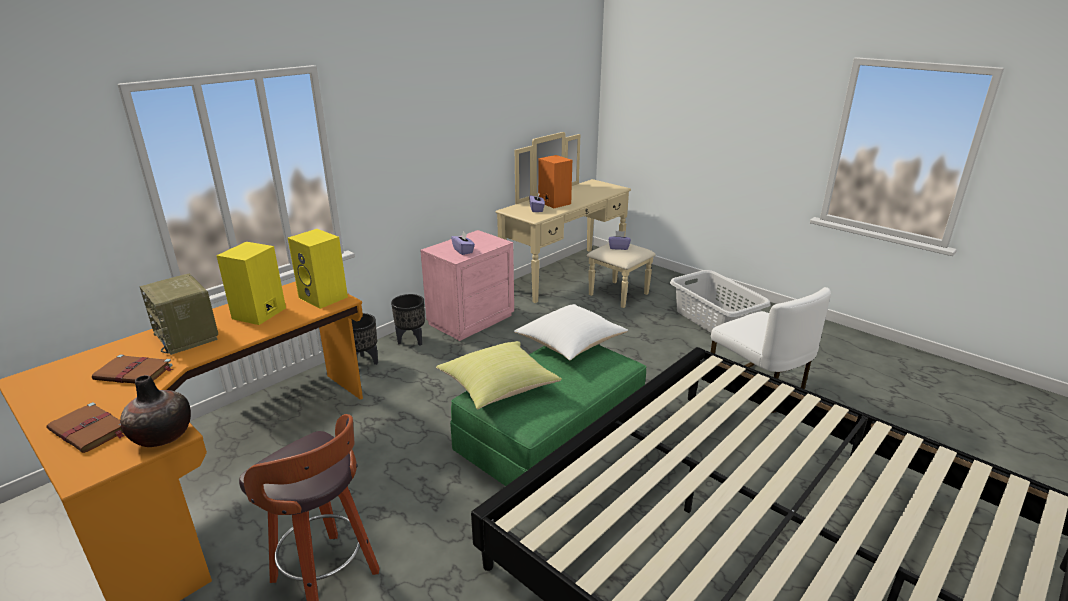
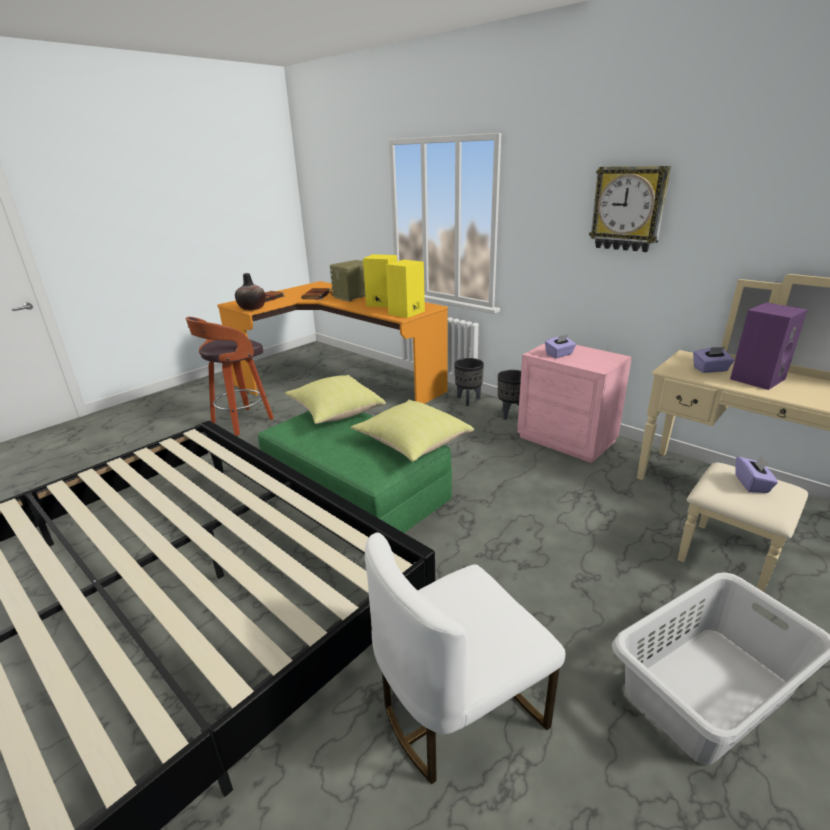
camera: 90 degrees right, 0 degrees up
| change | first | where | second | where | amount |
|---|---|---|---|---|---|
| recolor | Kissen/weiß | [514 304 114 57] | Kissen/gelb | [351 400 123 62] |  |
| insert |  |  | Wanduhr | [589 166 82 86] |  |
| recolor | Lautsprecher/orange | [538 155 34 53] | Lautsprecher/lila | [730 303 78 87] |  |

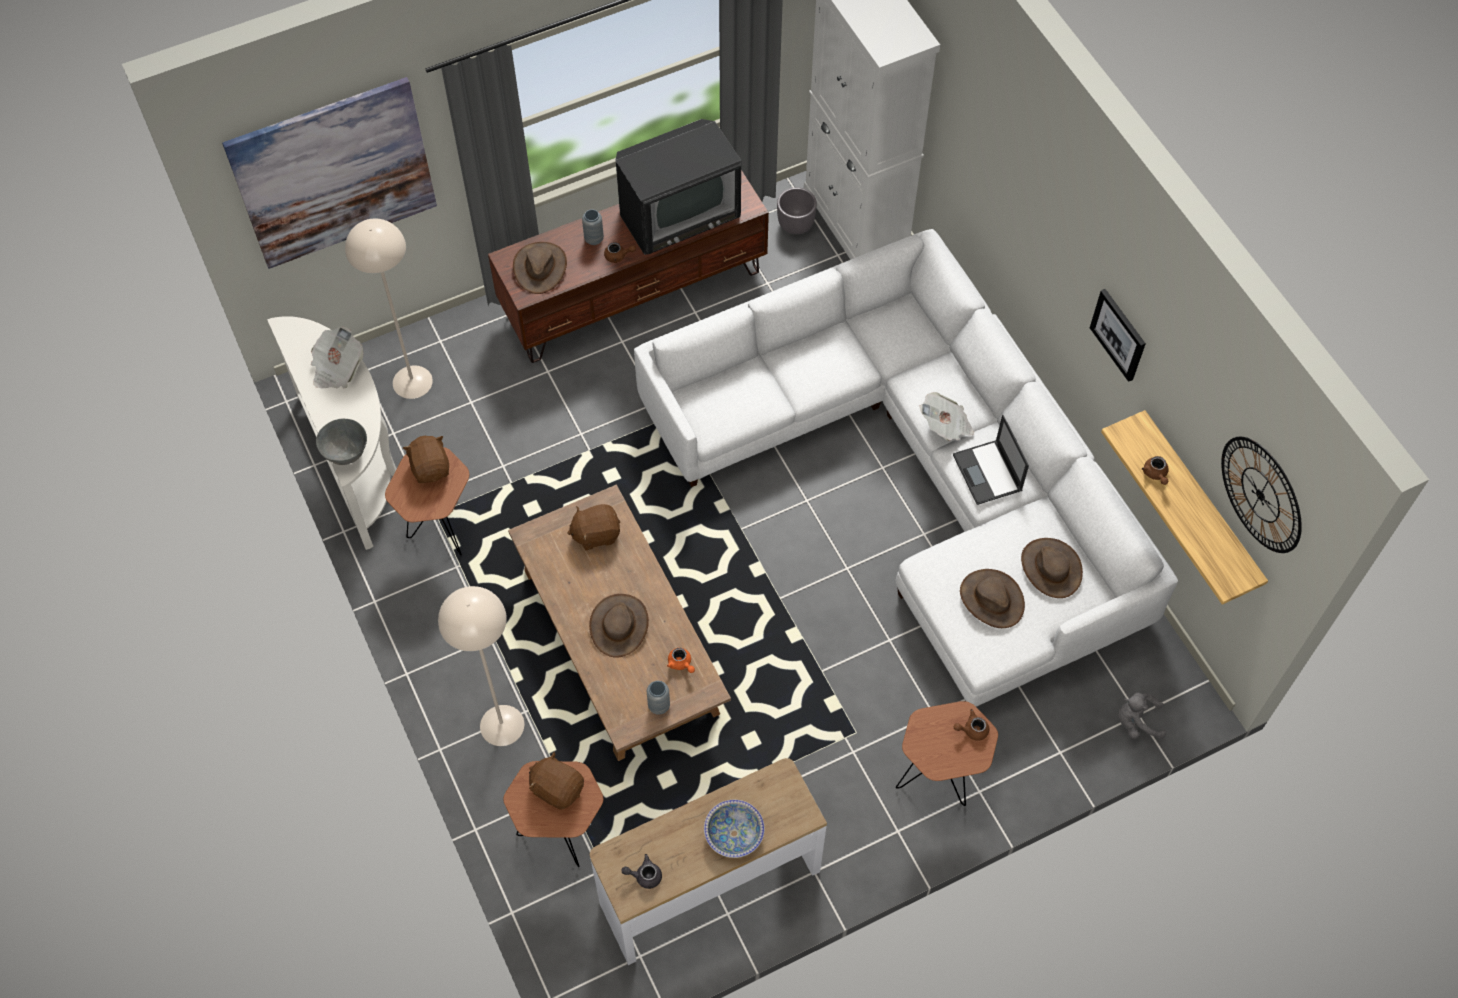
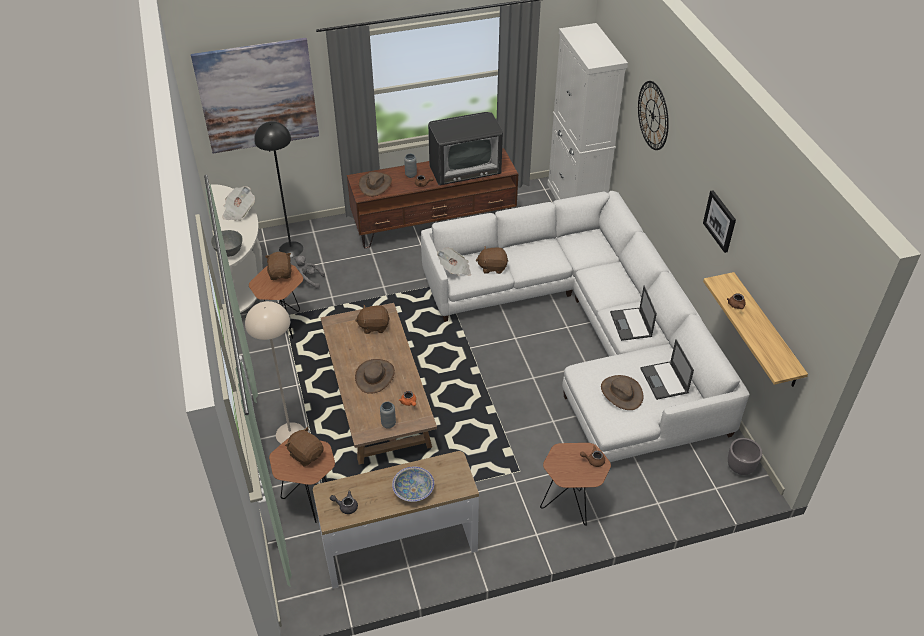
camera: 10 degrees right, 15 degrees down
| change | first | where | second | where | amount |
|---|---|---|---|---|---|
| recolor | Stehlampe/beige | [345 219 88 180] | Stehlampe/schwarz | [254 122 49 135] |  |
| move | Plüschtier/grau | [1118 693 49 46] |  | [294 256 31 33] |  |
| move | Zeitung | [920 392 54 49] |  | [437 248 34 28] |  |
| insert |  |  | Plüschtier/braun | [476 246 32 28] |  |
| move | Wanduhr | [1221 437 81 116] |  | [638 81 31 69] |  |
| replace | Hut/braun | [1021 538 62 60] | Laptop | [640 339 54 61] |  |
| move | Pflanzkübel/grau | [777 187 40 47] |  | [728 438 34 37] |  |

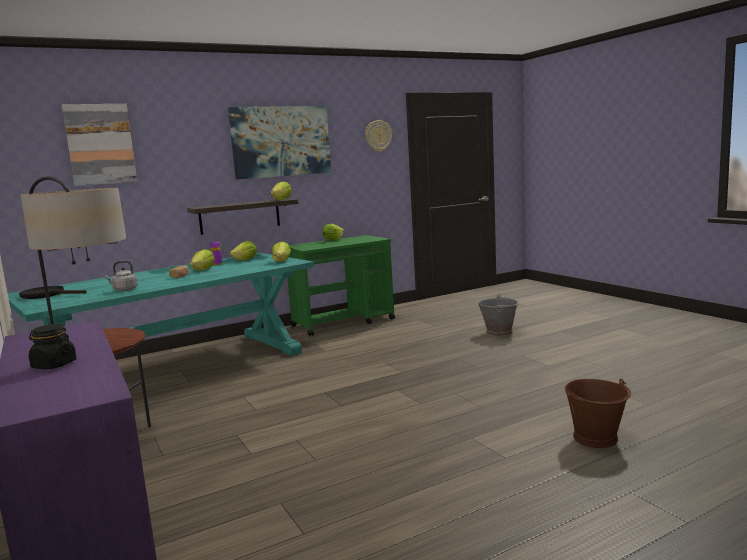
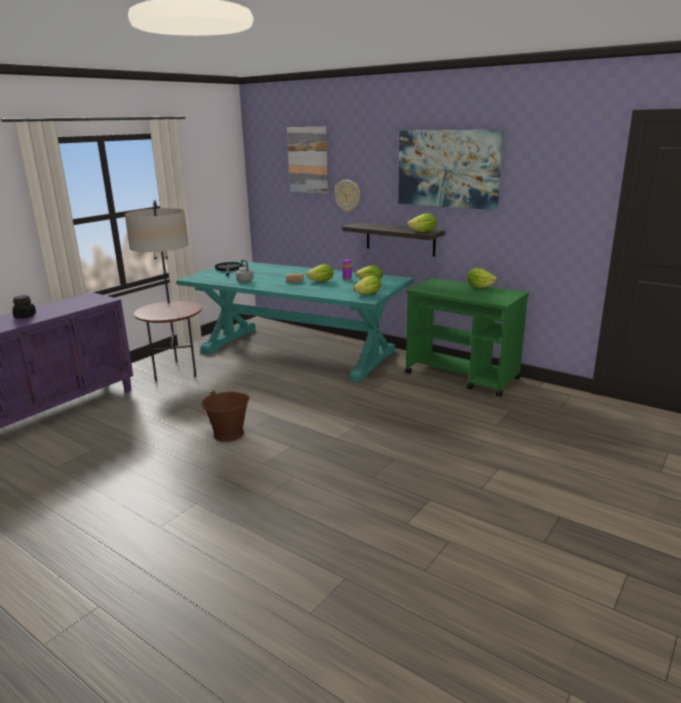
camera: 65 degrees right, 10 degrees up
| change | first | where | second | where | amount |
|---|---|---|---|---|---|
| move | Eimer/braun | [565 379 66 69] |  | [202 390 48 52] |  |
| move | Wanduhr | [365 120 27 32] |  | [334 180 26 32] |  |
| delete | Eimer/grau | [477 294 42 43] |  |  |  |

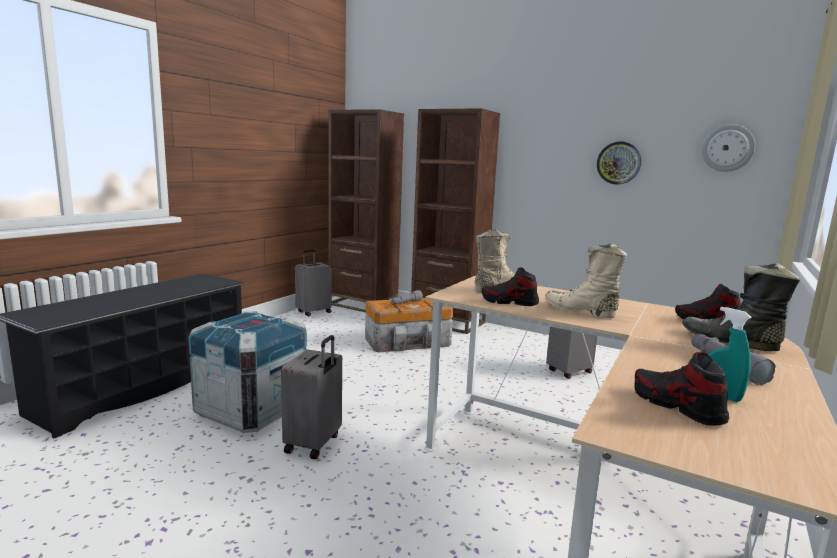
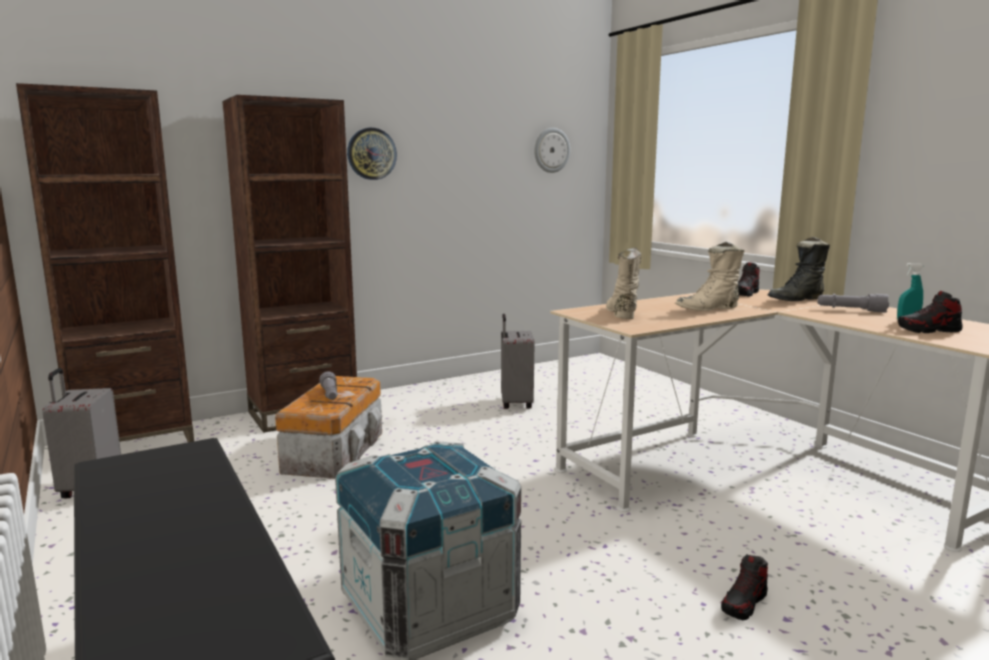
camera: 60 degrees left, 0 degrees up
| change | first | where | second | where | amount |
|---|---|---|---|---|---|
| move | Wanduhr | [597 141 44 43] |  | [347 128 50 52] |  |
| move | Schuh | [482 267 57 39] |  | [721 554 47 66] |  |
| delete | Koffer/grau | [281 335 61 125] |  |  |  |

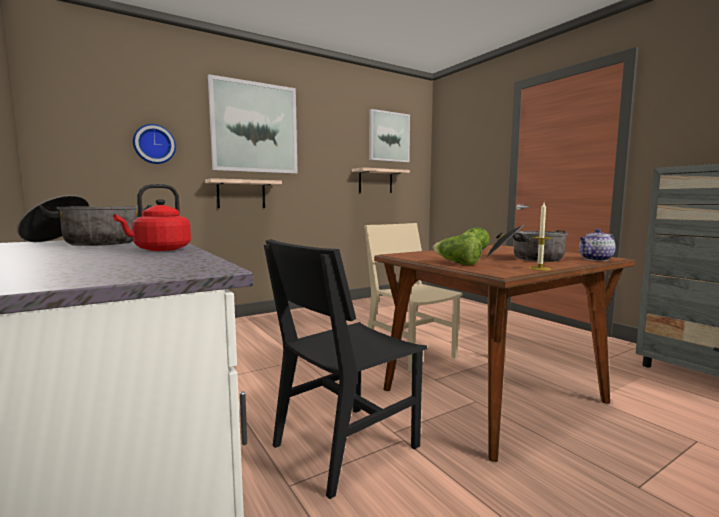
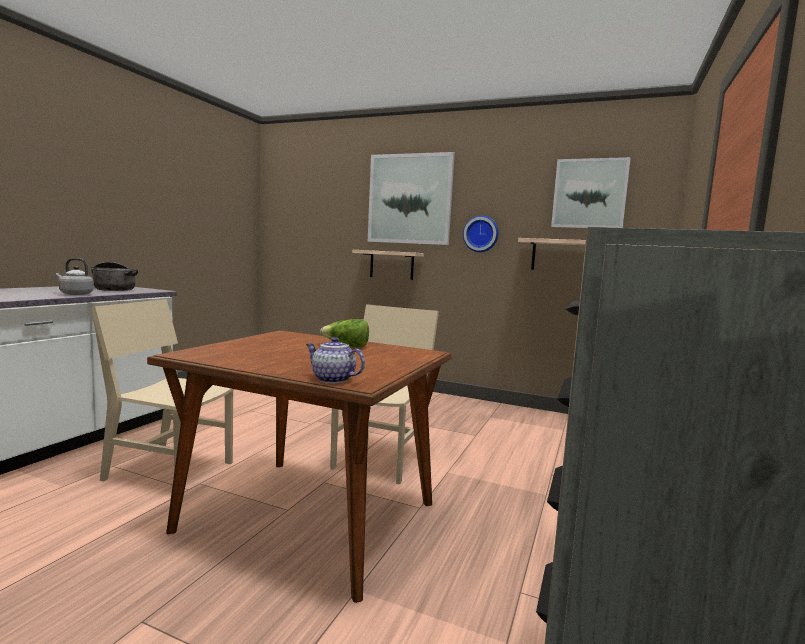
camera: 55 degrees right, 0 degrees up
| change | first | where | second | where | amount |
|---|---|---|---|---|---|
| recolor | Wasserkessel/rot | [113 184 78 67] | Wasserkessel/grau | [56 258 38 37] |  |
| recolor | Stuhl/schwarz | [264 239 163 260] | Stuhl/beige | [91 299 143 183] |  |
| move | Wanduhr | [133 124 43 40] |  | [463 215 36 37] |  |
| delete | Salatkopf | [433 235 49 30] |  |  |  |
| delete | Kochtopf | [487 225 81 37] |  |  |  |
| delete | Kerze | [529 203 22 68] |  |  |  |

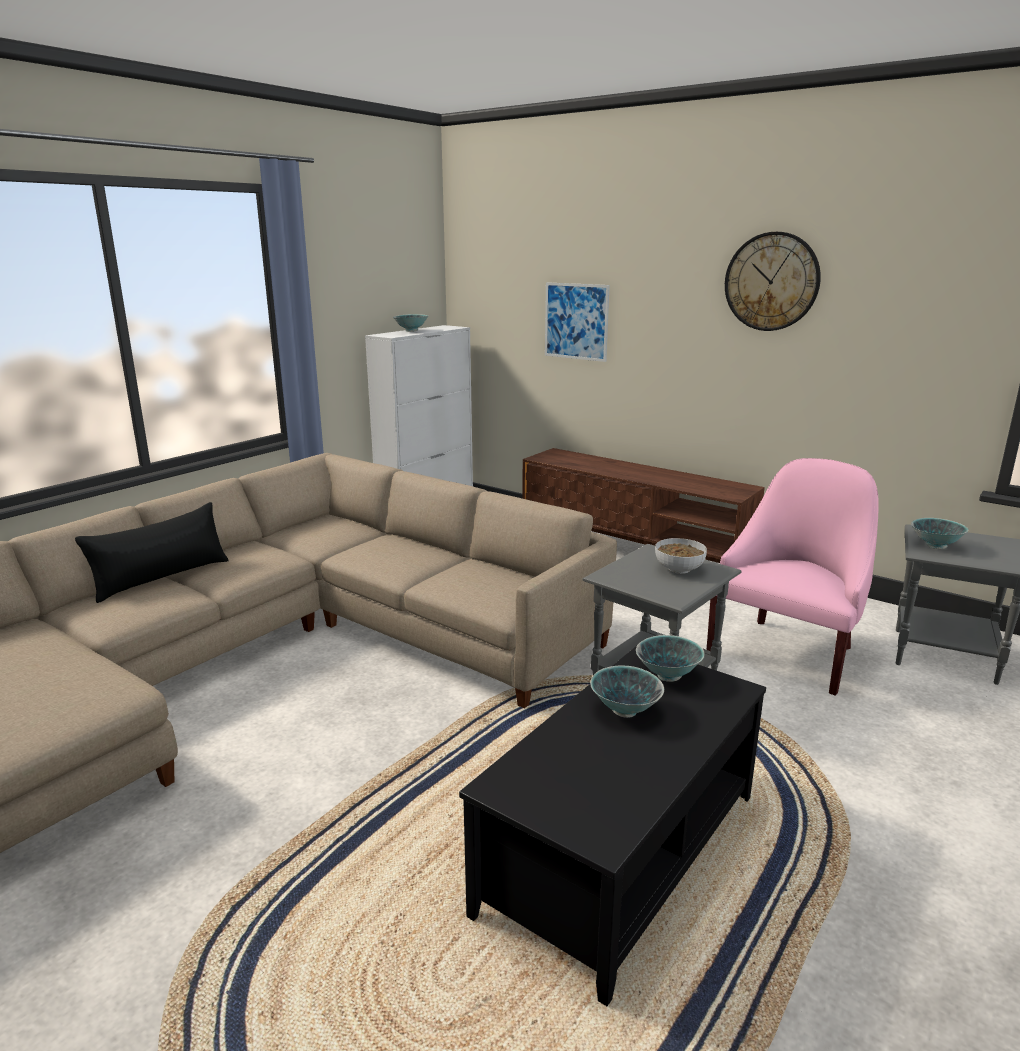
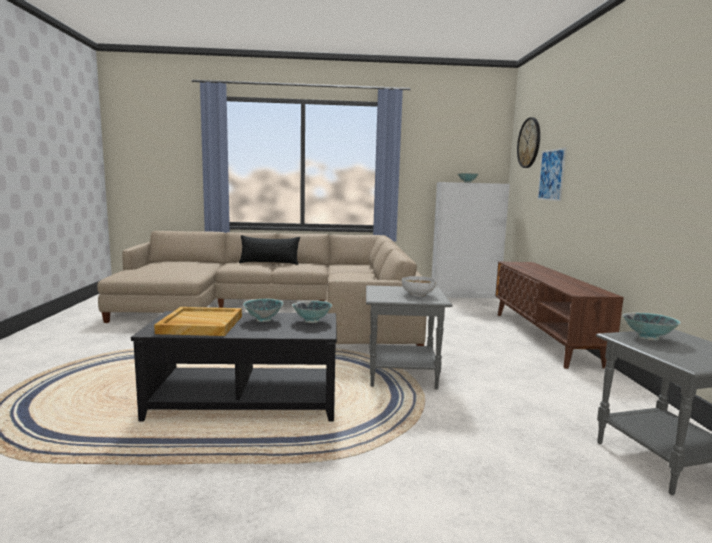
camera: 50 degrees right, 10 degrees down
| change | first | where | second | where | amount |
|---|---|---|---|---|---|
| insert |  |  | Tablett/beige | [154 307 88 29] |  |
| move | Wanduhr | [725 232 96 99] |  | [517 117 23 51] |  |
| delete | Sessel/rosa | [707 458 172 238] |  |  |  |

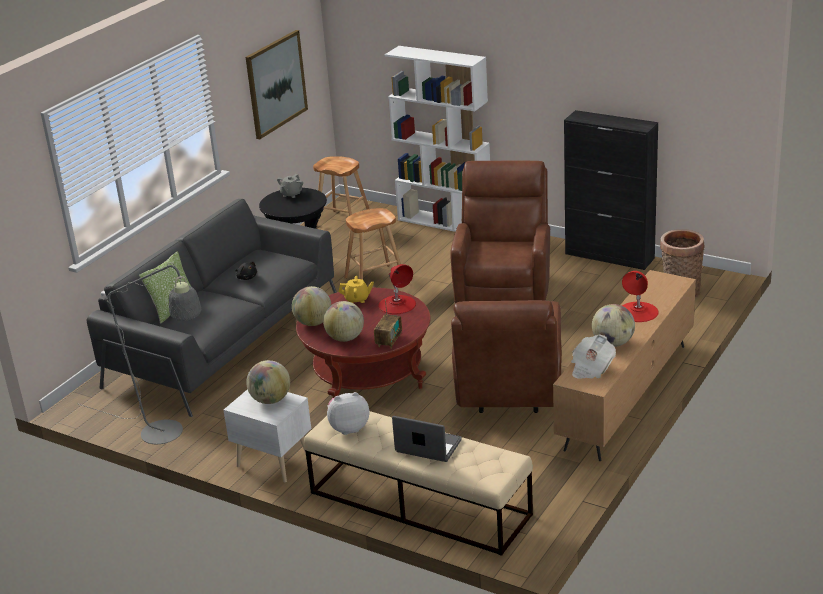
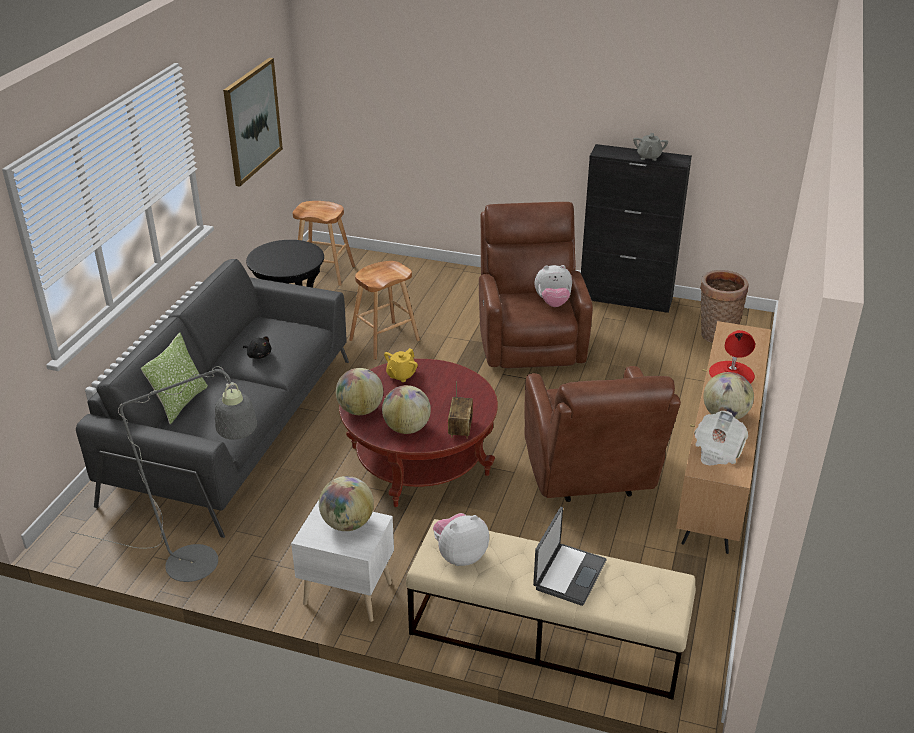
camera: 15 degrees left, 5 degrees up
| change | first | where | second | where | amount |
|---|---|---|---|---|---|
| rotate | Teekanne/gelb | [339 276 35 27] |  | [384 348 34 34] | 135 degrees clockwise |
| rotate | Laptop | [392 416 70 46] |  | [533 507 73 99] | 105 degrees clockwise |
| insert |  |  | Plüschtier | [535 265 37 42] |  |
| move | Teekanne/grau | [277 174 26 24] |  | [633 133 35 28] |  |
| delete | Tischlampe/rot | [378 264 38 50] |  |  |  |
| delete | Bücherregal/weiß | [385 46 105 186] |  |  |  |

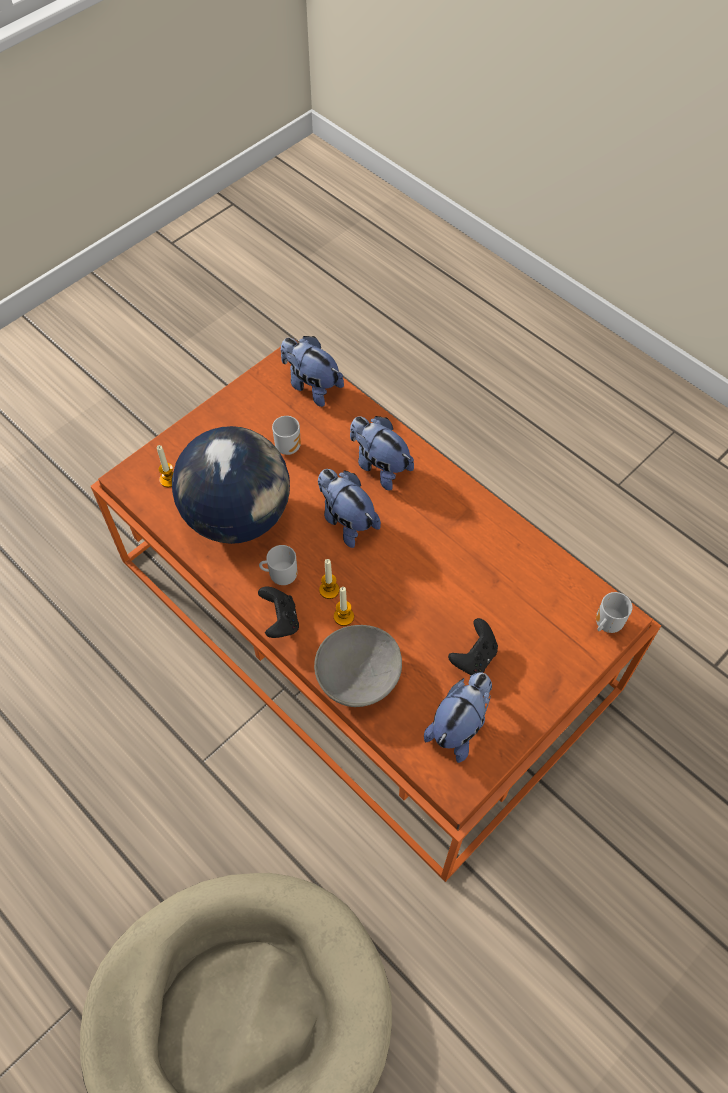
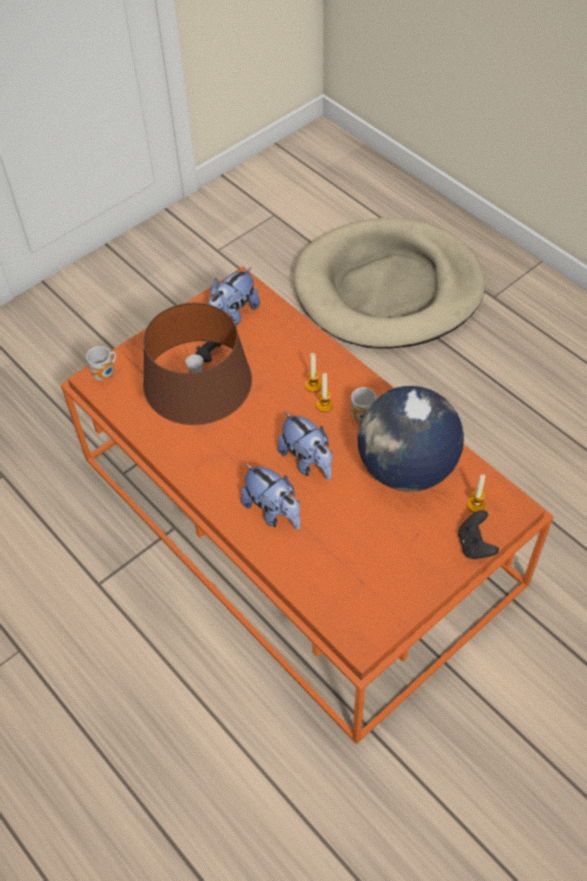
camera: 175 degrees left, 5 degrees down
| change | first | where | second | where | amount |
|---|---|---|---|---|---|
| insert |  |  | Tischlampe/braun | [143 303 109 122] |  |
| move | Gamepad/schwarz | [258 586 41 52] |  | [458 510 41 49] |  |
| delete | Henkelbecher | [272 416 29 39] |  |  |  |
| delete | Plüschtier | [281 336 63 71] |  |  |  |
| delete | Schüssel/grau | [314 625 88 82] |  |  |  |

